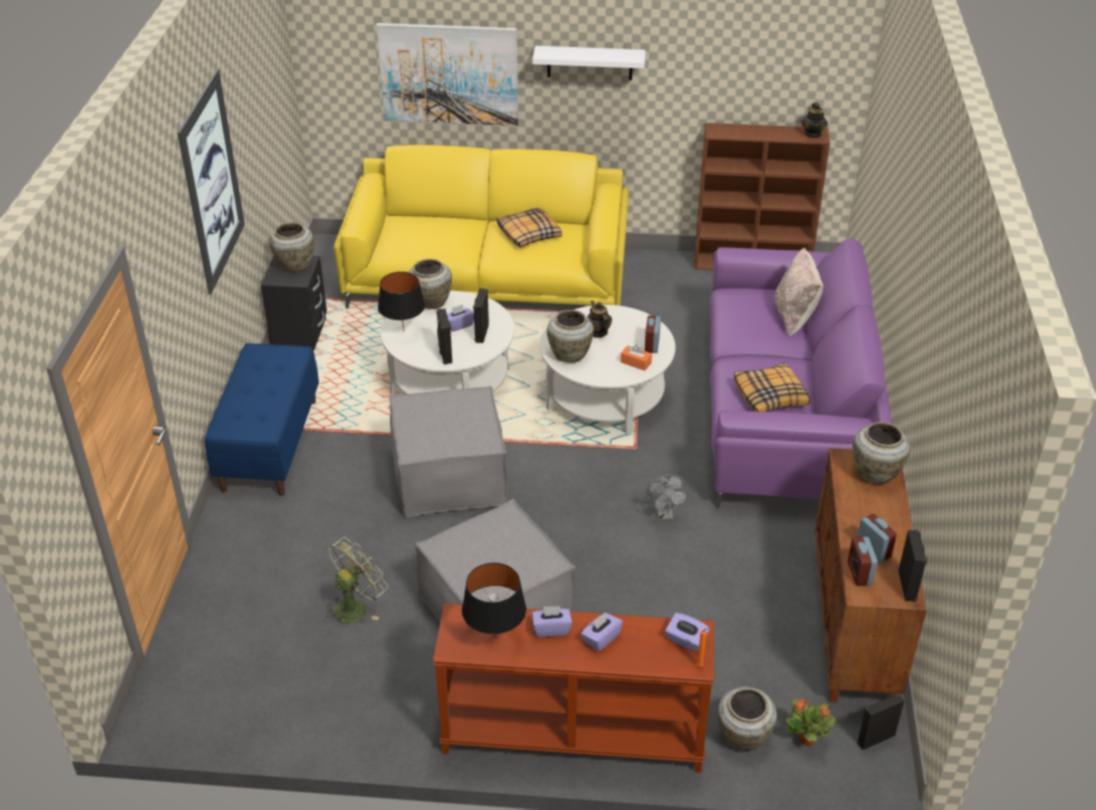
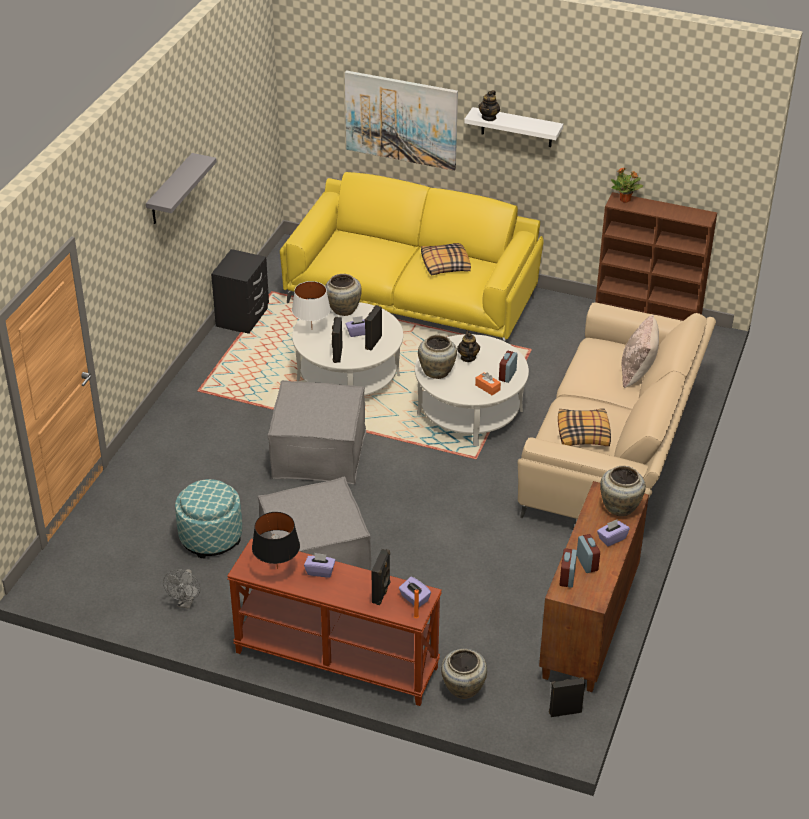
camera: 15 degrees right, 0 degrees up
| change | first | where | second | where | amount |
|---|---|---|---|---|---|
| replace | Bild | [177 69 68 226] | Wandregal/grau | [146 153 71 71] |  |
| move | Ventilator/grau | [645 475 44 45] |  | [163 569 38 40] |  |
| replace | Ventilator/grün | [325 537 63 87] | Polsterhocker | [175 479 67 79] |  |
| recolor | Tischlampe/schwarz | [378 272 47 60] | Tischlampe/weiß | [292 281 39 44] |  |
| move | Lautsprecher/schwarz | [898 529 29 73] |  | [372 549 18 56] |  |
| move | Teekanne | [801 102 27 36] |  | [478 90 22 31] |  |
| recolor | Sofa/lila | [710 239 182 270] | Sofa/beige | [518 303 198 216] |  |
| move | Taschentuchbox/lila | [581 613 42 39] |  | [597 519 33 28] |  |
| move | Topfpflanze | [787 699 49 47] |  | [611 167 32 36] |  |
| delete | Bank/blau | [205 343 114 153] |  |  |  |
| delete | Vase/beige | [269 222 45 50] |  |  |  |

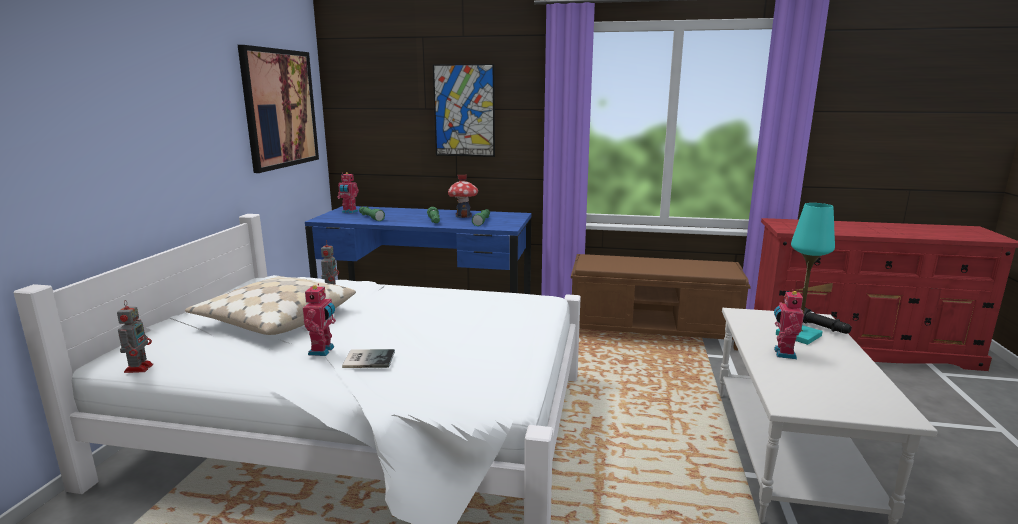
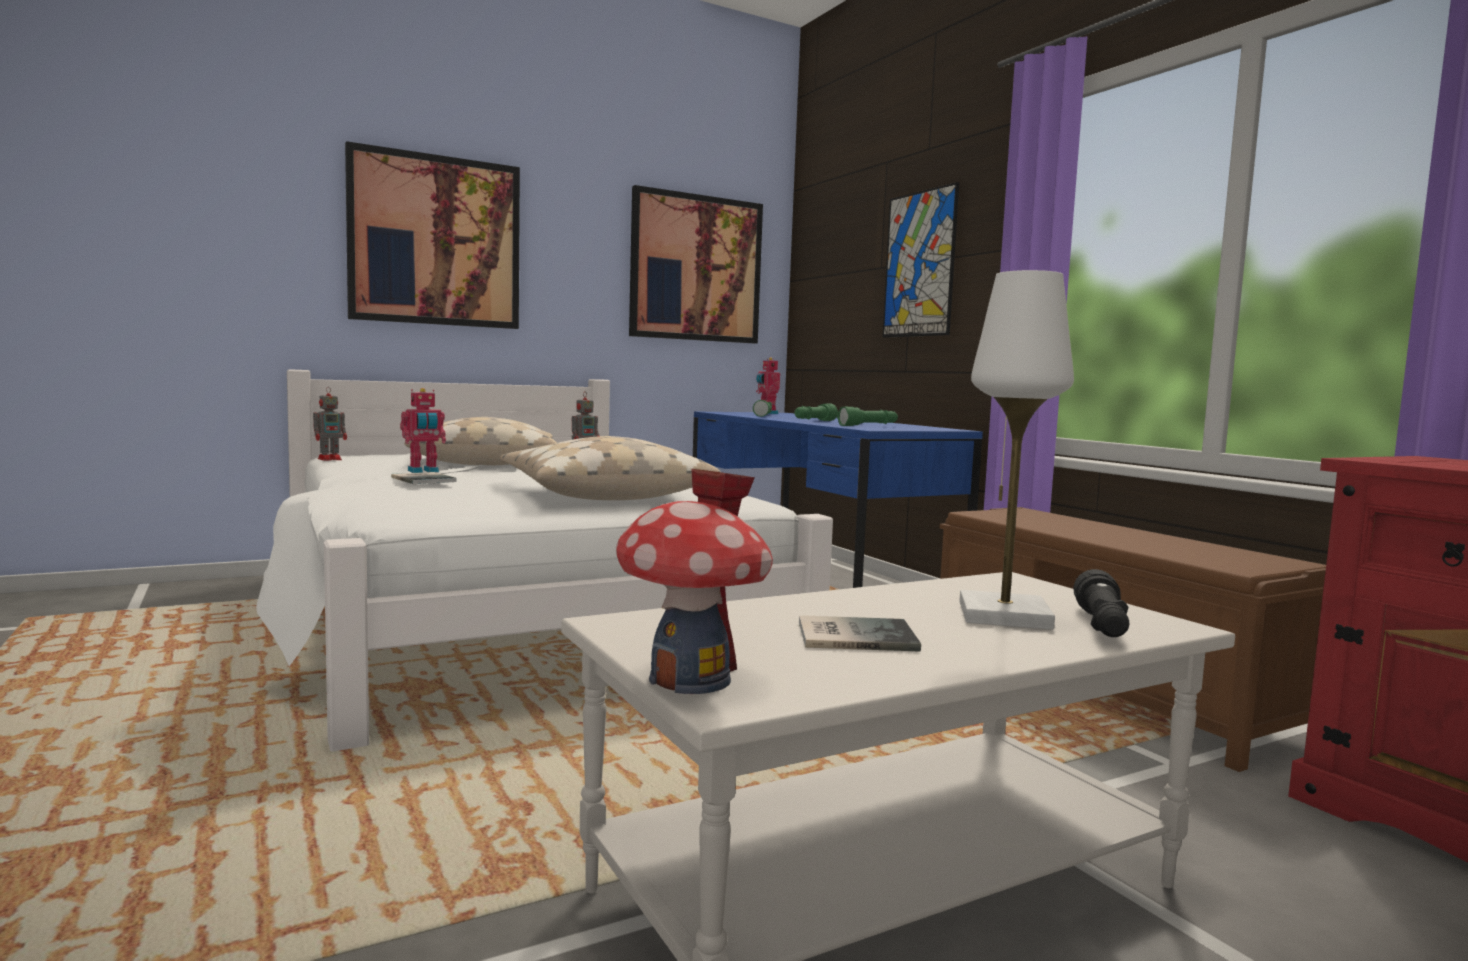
camera: 50 degrees right, 10 degrees down
| change | first | where | second | where | amount |
|---|---|---|---|---|---|
| insert |  |  | Bild | [345 141 175 188] |  |
| insert |  |  | Kissen/beige | [500 436 220 64] |  |
| move | Spielzeughaus | [448 175 30 43] |  | [616 469 157 225] |  |
| insert |  |  | Buch | [799 615 122 37] |  |
| recolor | Tischlampe/türkis | [776 203 59 142] | Tischlampe/weiß | [959 270 115 360] |  |
| delete | Spielzeugroboter | [774 289 30 70] |  |  |  |

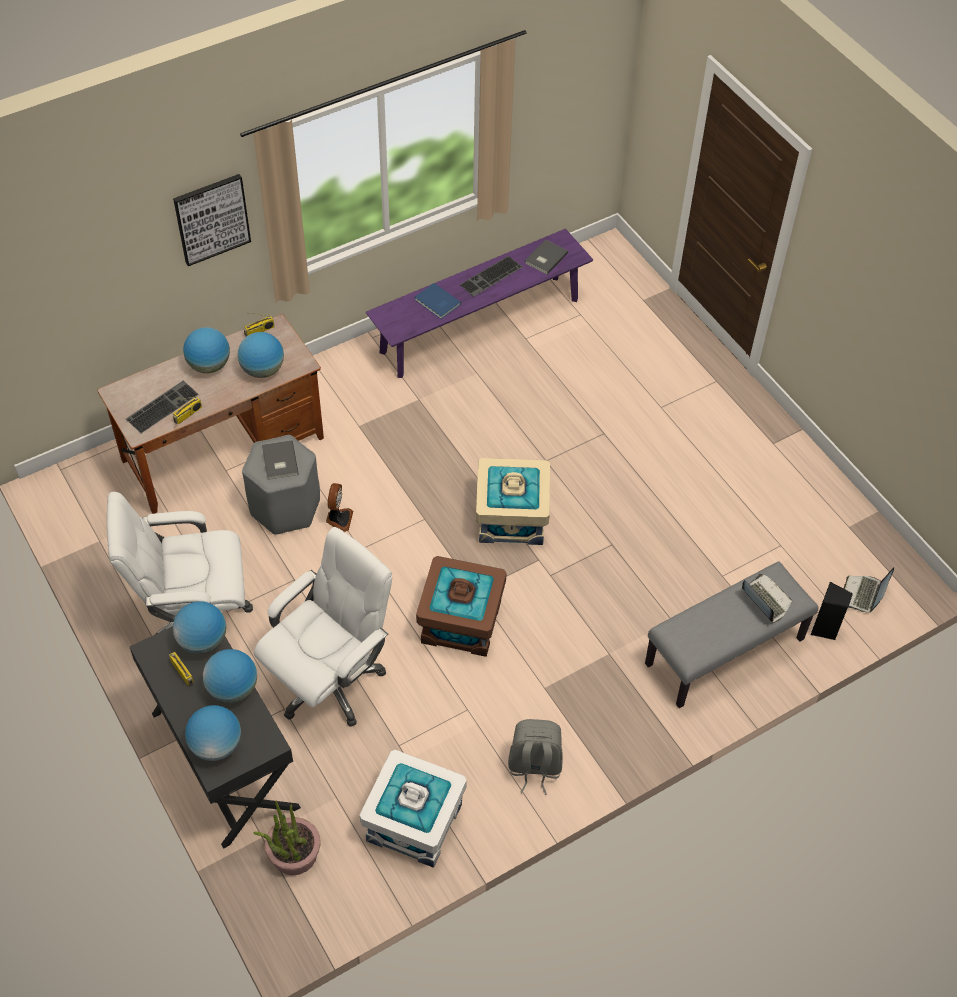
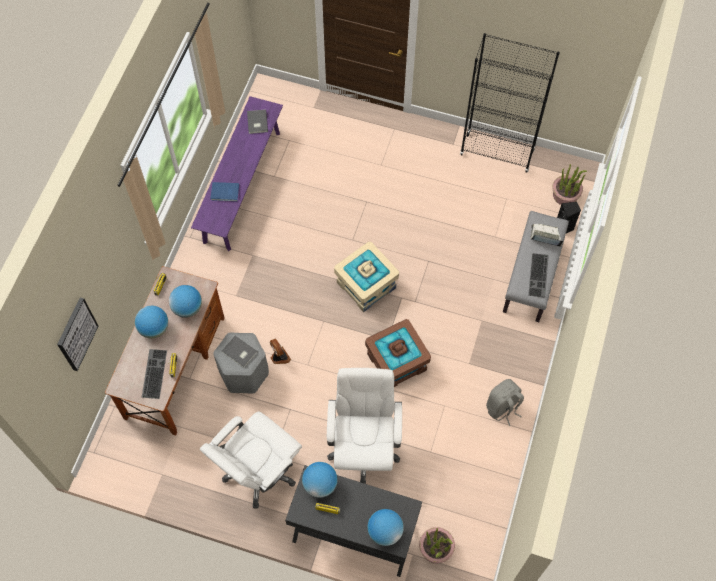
camera: 40 degrees left, 10 degrees up
| change | first | where | second | where | amount |
|---|---|---|---|---|---|
| move | Bild | [173 174 78 92] |  | [57 297 41 74] |  |
| insert |  |  | Bücherregal/schwarz | [460 33 100 140] |  |
| move | Tastatur | [460 256 62 41] |  | [528 253 21 45] |  |
| replace | Laptop | [843 567 51 46] | Topfpflanze | [552 164 35 41] |  |
| delete | Globus | [203 649 54 54] |  |  |  |
| delete | Aufbewahrungsbox/weiß | [360 750 107 118] |  |  |  |

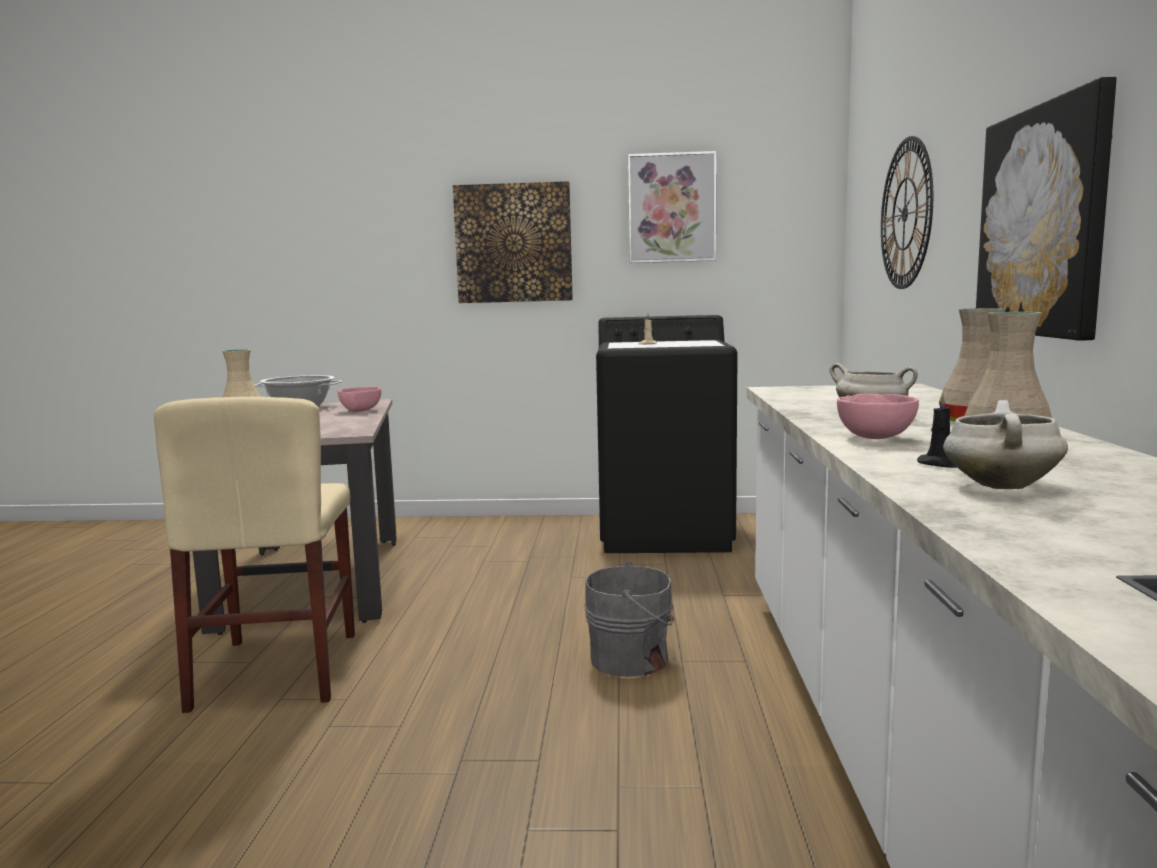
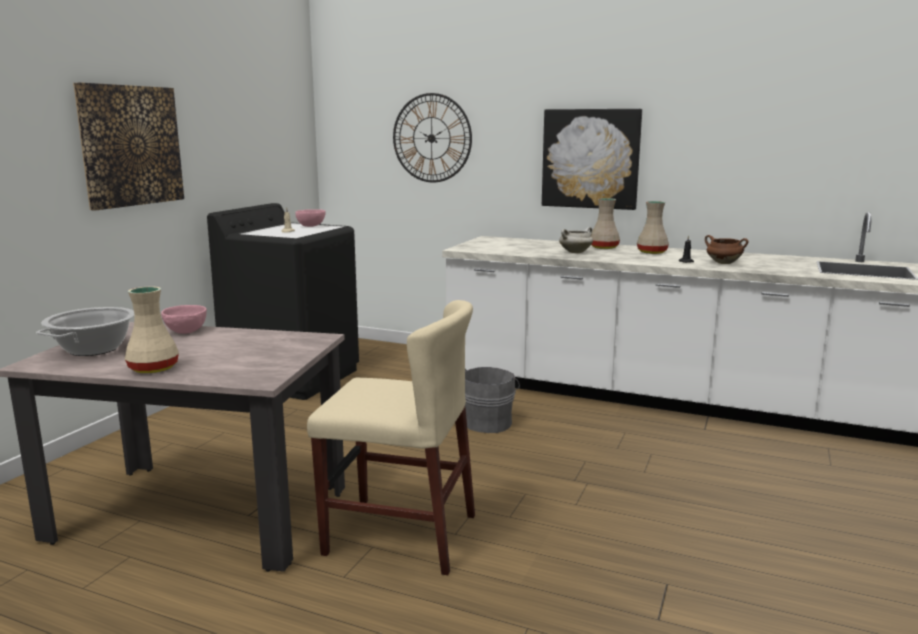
camera: 70 degrees left, 5 degrees up
| change | first | where | second | where | amount |
|---|---|---|---|---|---|
| move | Schüssel/rosa | [837 393 82 46] |  | [295 209 31 18] |  |
| recolor | Kochtopf/weiß | [943 400 125 89] | Kochtopf/braun | [705 235 44 29] |  |
| delete | Bild | [628 151 88 112] |  |  |  |

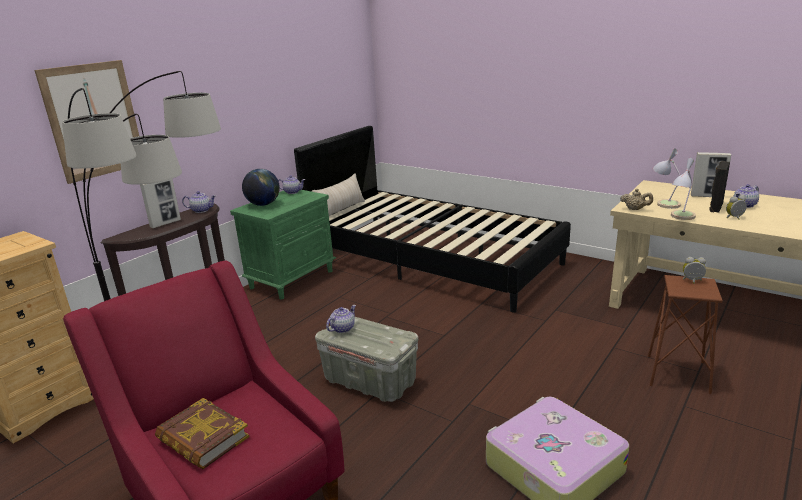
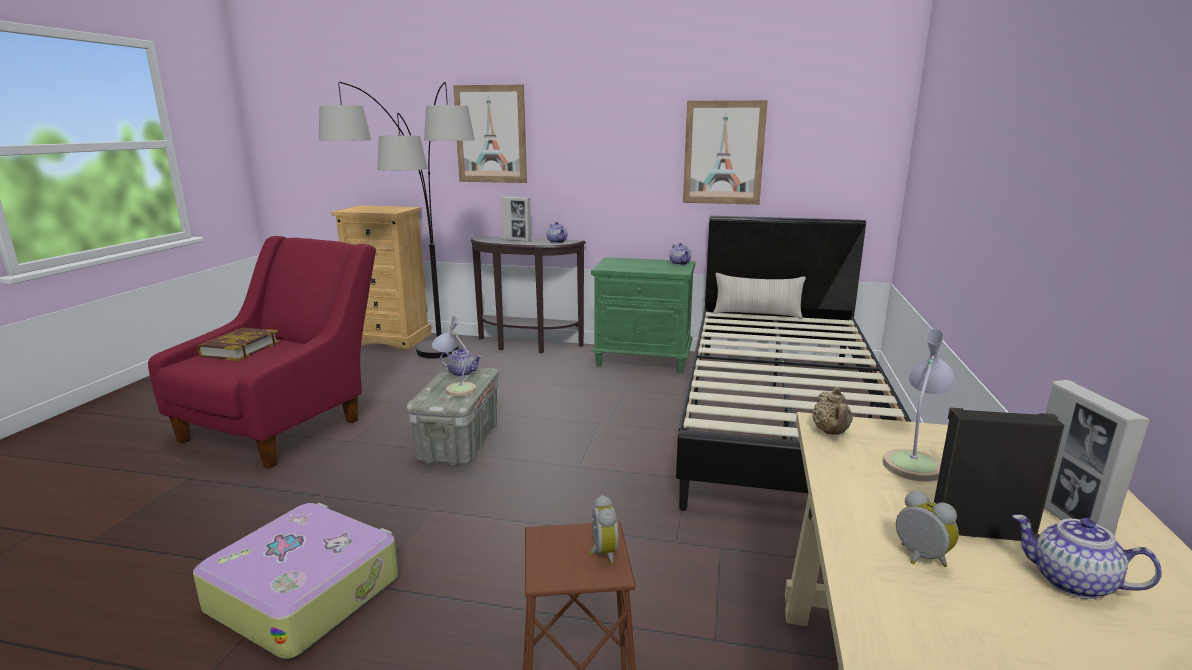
camera: 65 degrees right, 5 degrees down
| change | first | where | second | where | amount |
|---|---|---|---|---|---|
| move | Tischlampe | [671 158 25 62] |  | [432 316 44 80] |  |
| insert |  |  | Bild | [683 100 85 105] |  |
| delete | Globus | [242 169 38 37] |  |  |  |

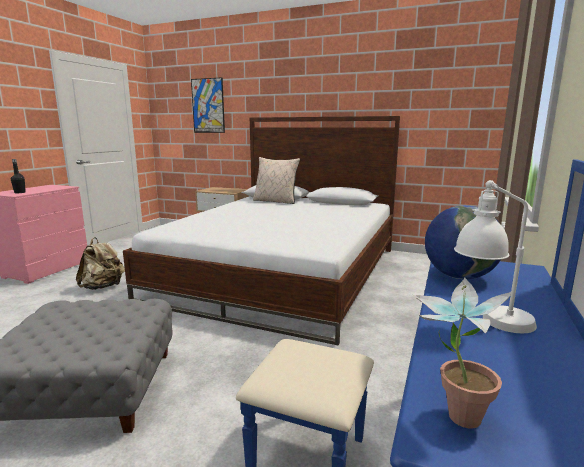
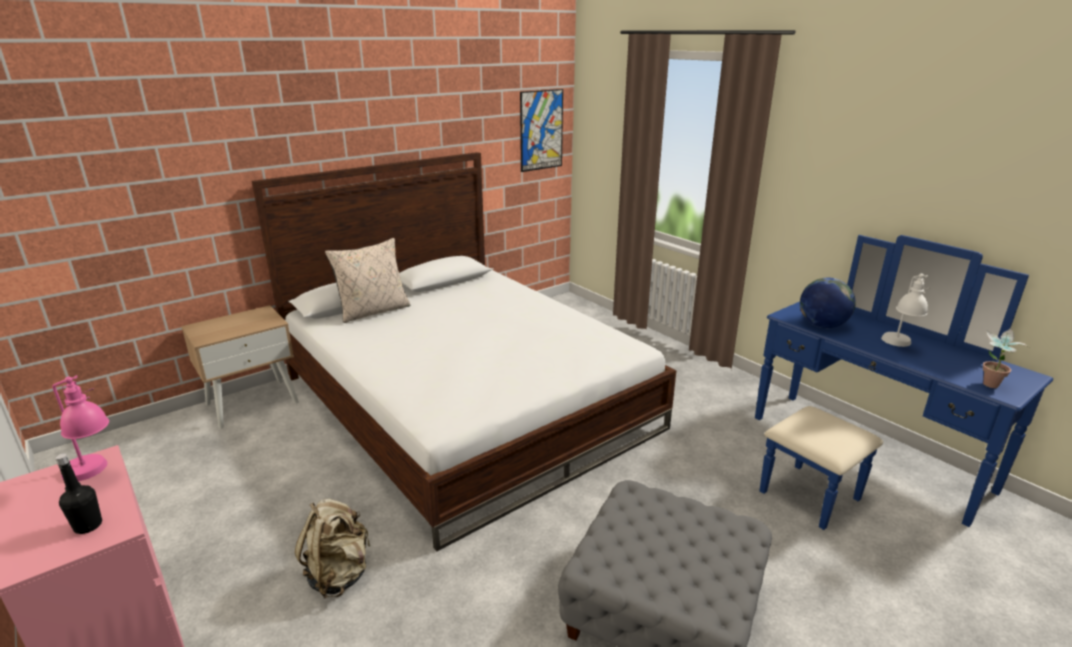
camera: 60 degrees left, 10 degrees up
| change | first | where | second | where | amount |
|---|---|---|---|---|---|
| insert |  |  | Tischlampe/rosa | [52 375 57 106] |  |
| move | Bild | [191 77 34 56] |  | [520 89 43 83] |  |

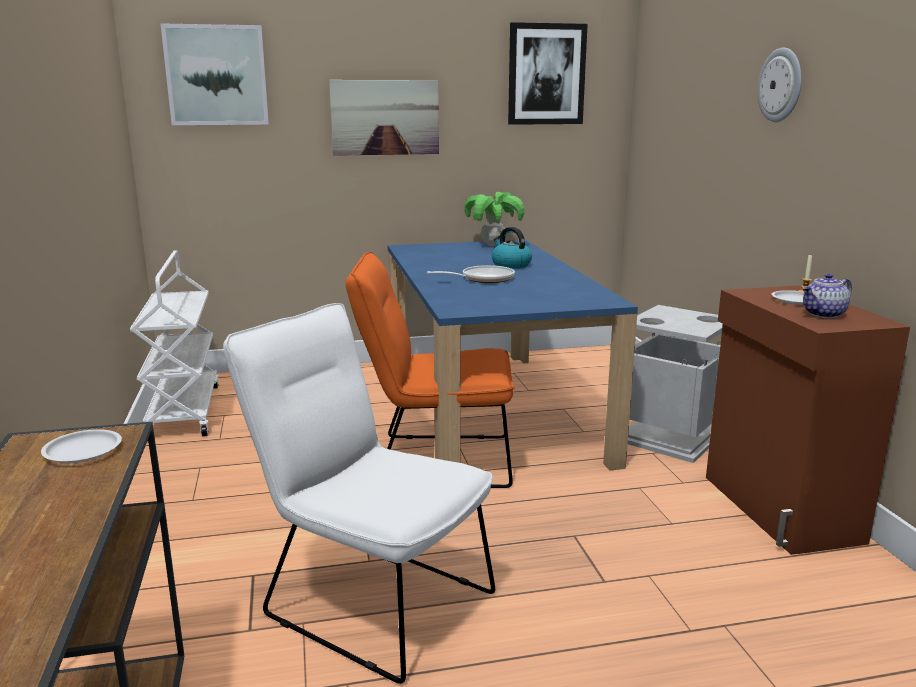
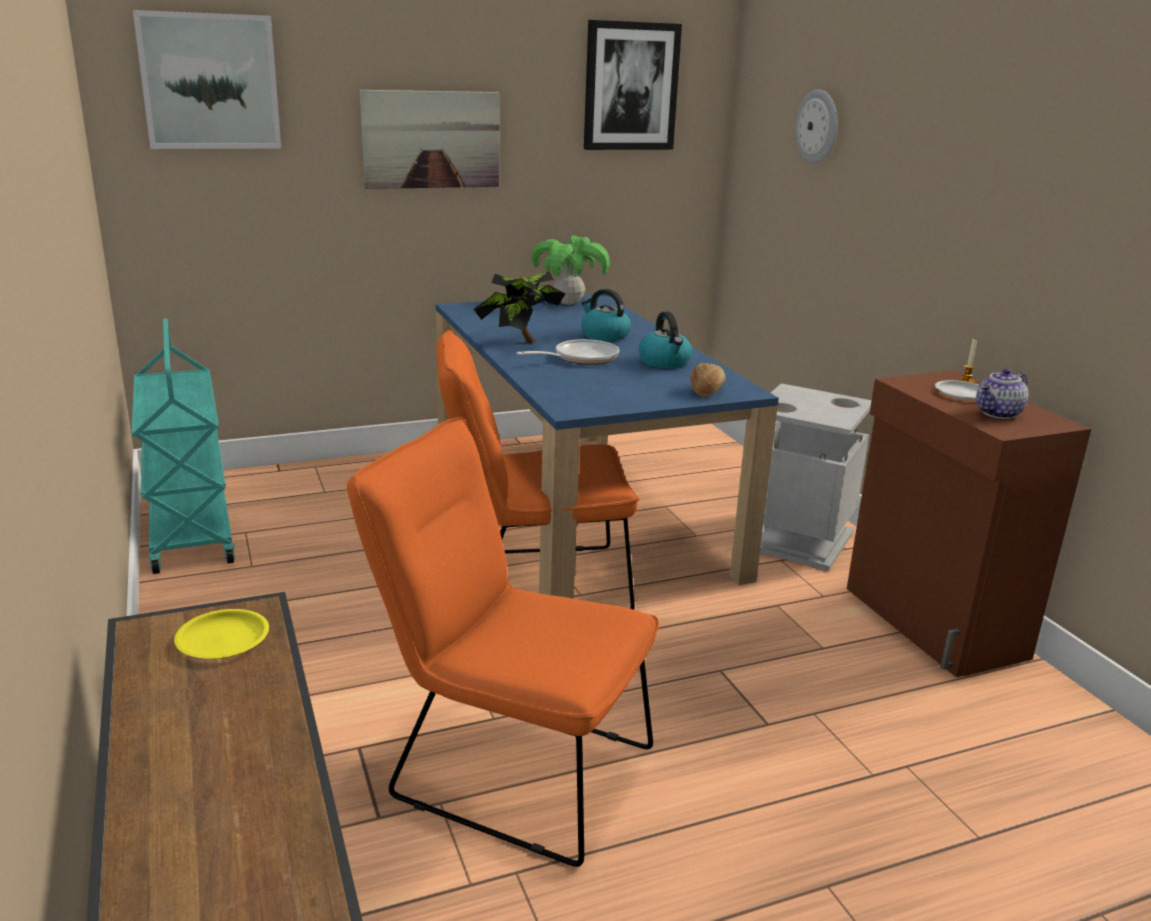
camera: 10 degrees left, 5 degrees up
| change | first | where | second | where | amount |
|---|---|---|---|---|---|
| recolor | Rollwagen/weiß | [130 250 89 186] | Rollwagen/türkis | [131 318 104 256] |  |
| recolor | Teller/weiß | [41 429 81 34] | Teller/gelb | [174 609 95 50] |  |
| recolor | Stuhl/weiß | [223 303 272 381] | Stuhl/orange | [347 417 312 450] |  |
| insert |  |  | Topfpflanze | [474 272 92 71] |  |
| insert |  |  | Wasserkessel | [638 312 54 57] |  |
| insert |  |  | Brot | [690 363 35 34] |  |
| move | Wanduhr | [757 48 45 74] |  | [795 89 42 75] |  |

